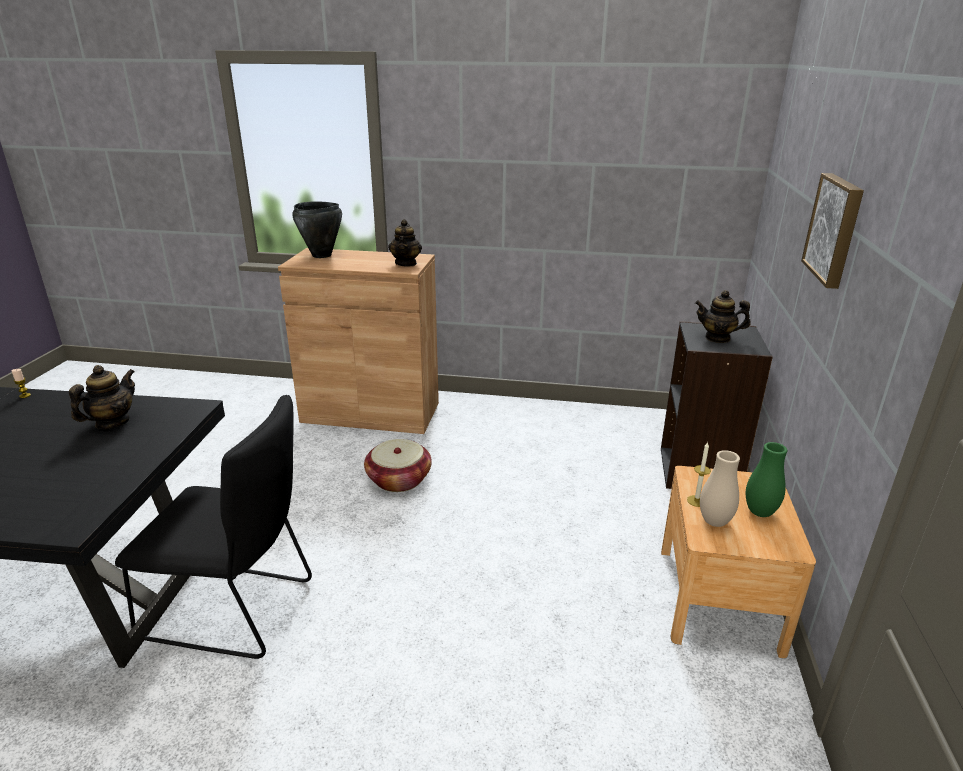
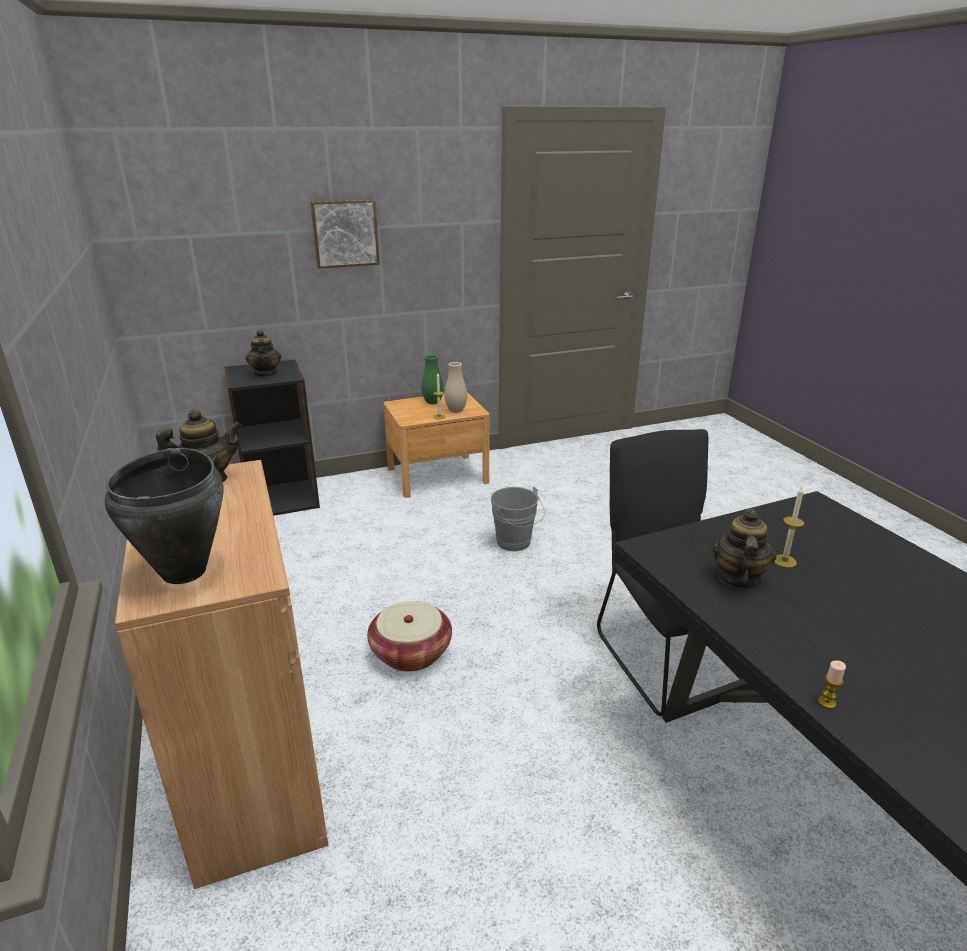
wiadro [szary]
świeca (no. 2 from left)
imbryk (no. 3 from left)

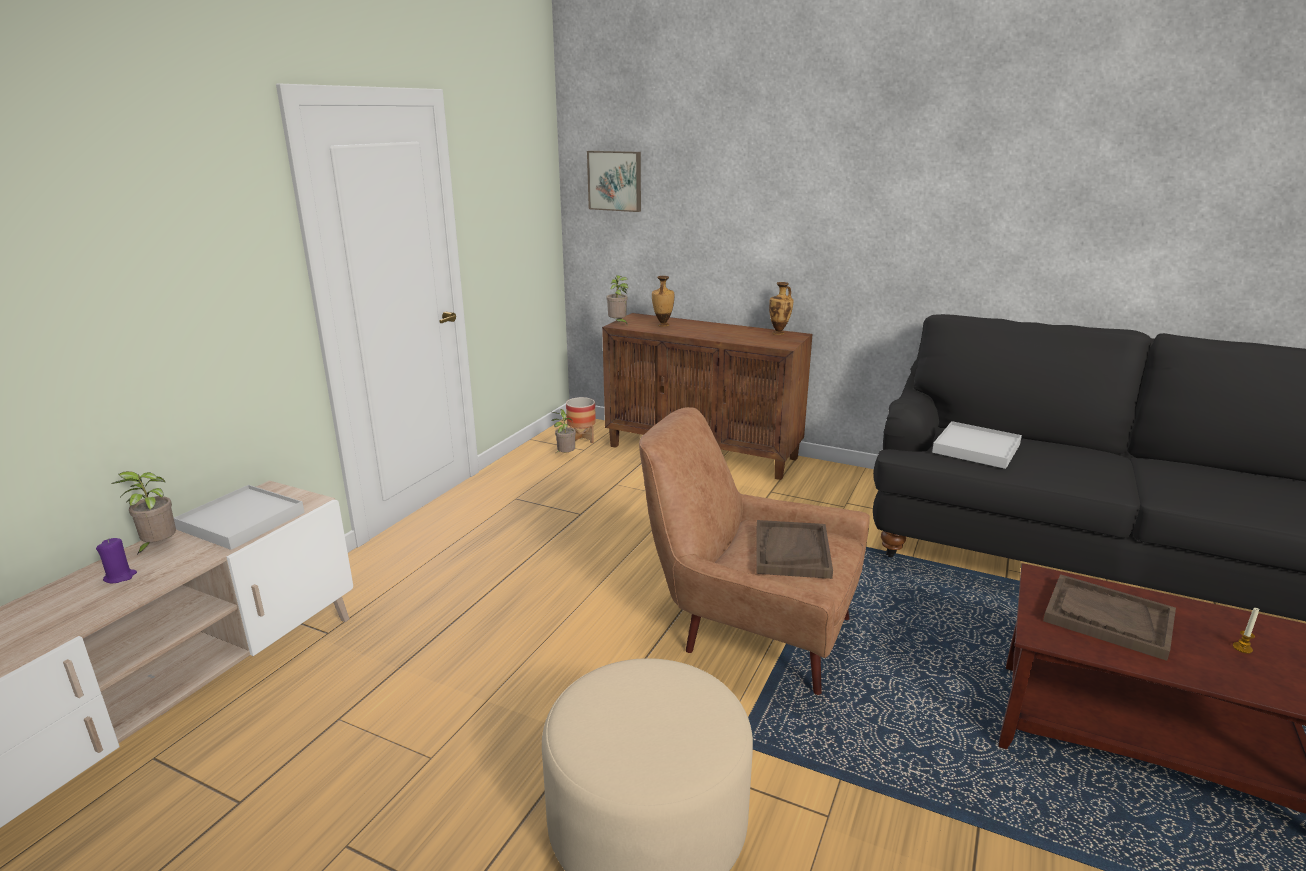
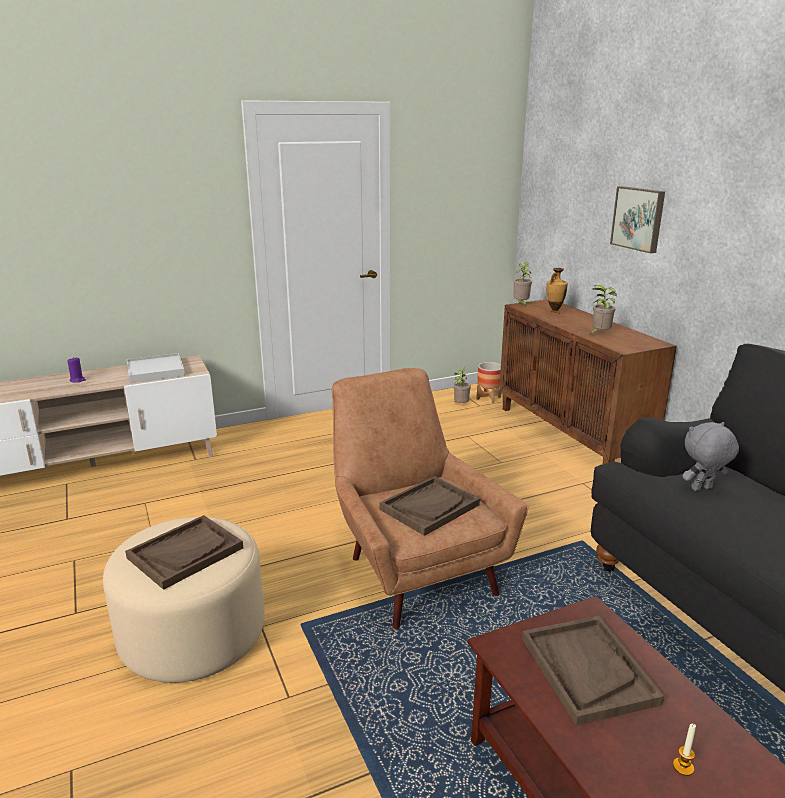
wazon (no. 2 from left in the first image)
taca [brązowy] (no. 1 from left)
roślina doniczkowa (no. 3 from left)
obraz
pluszak [szary]

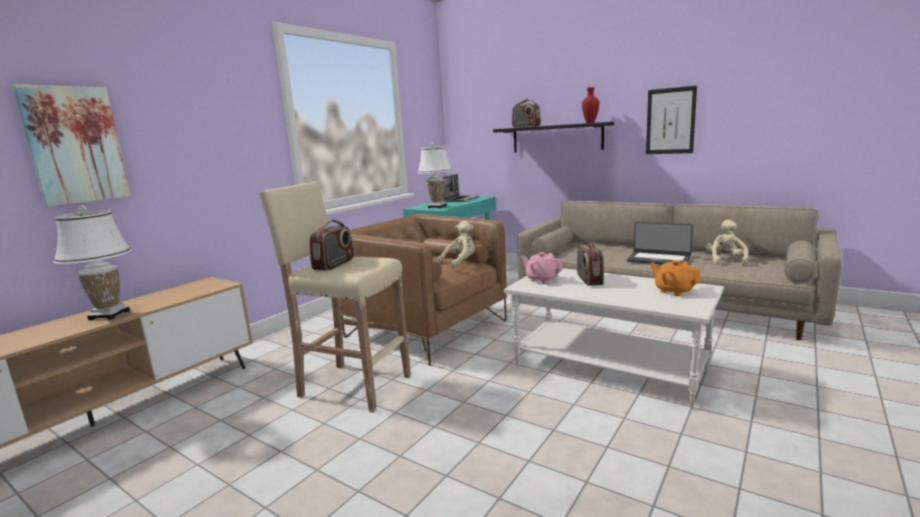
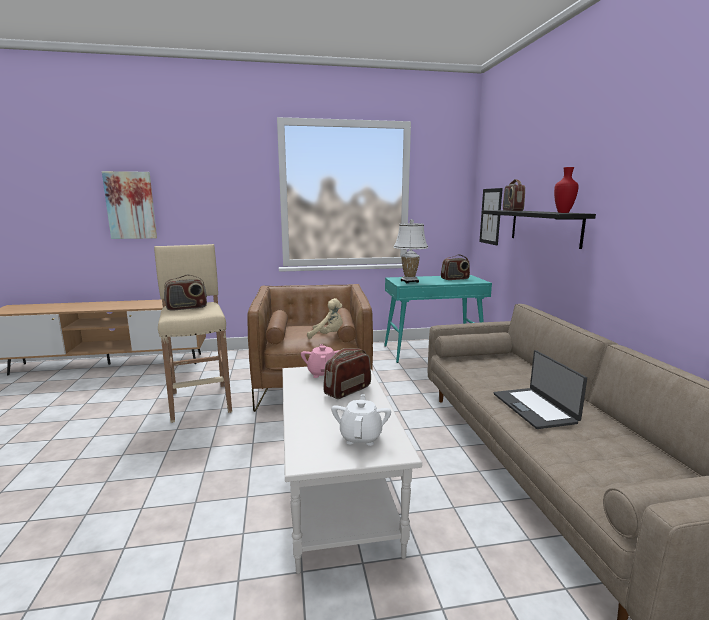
lampa stołowa [biały] (no. 1 from left in the first image)
pluszak [beżowy] (no. 2 from left in the first image)
obraz (no. 2 from left)
radio (no. 3 from left)
imbryk [biały]

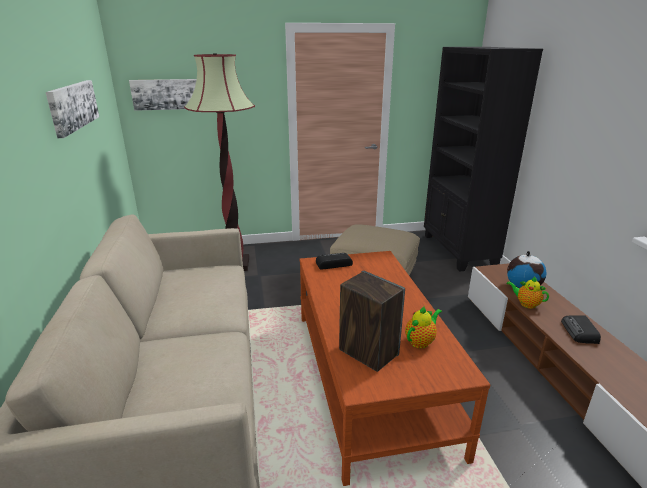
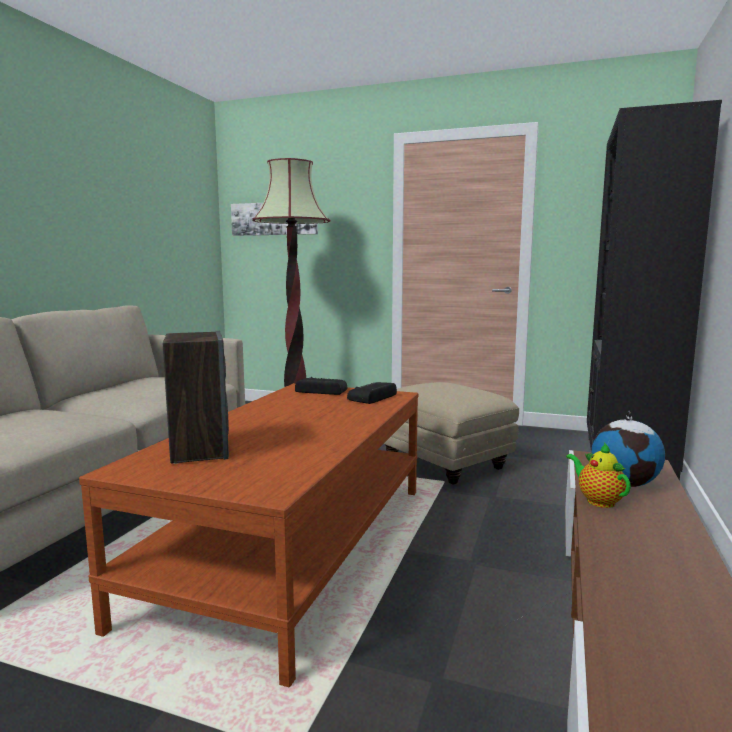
obraz (no. 1 from left in the first image)
imbryk (no. 1 from left in the first image)
radio (no. 2 from left)

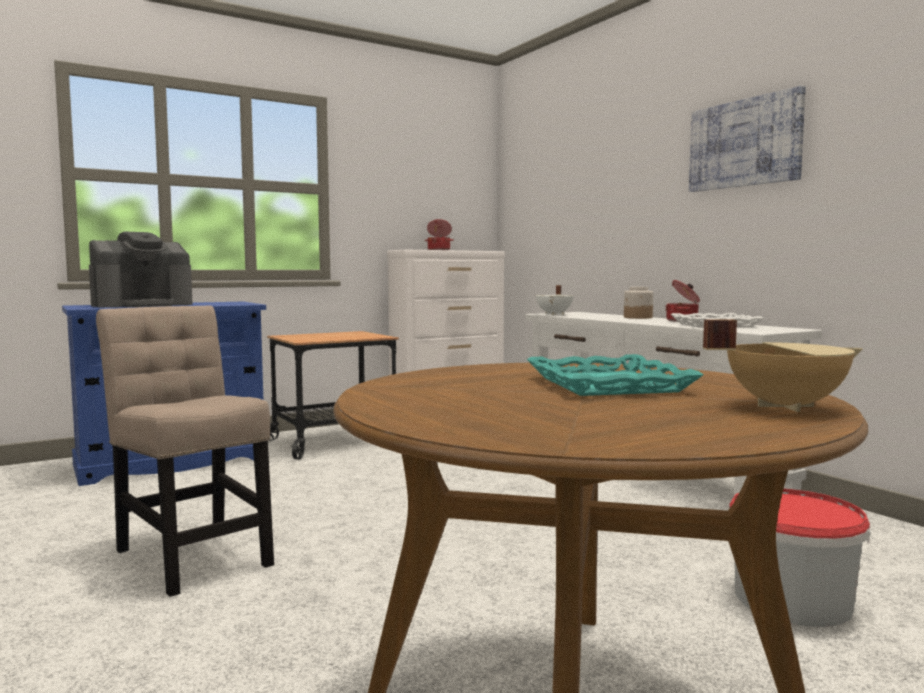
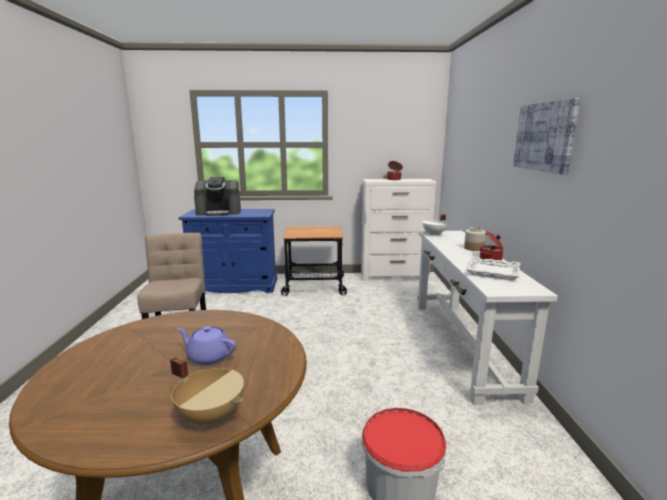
imbryk [fioletowy]

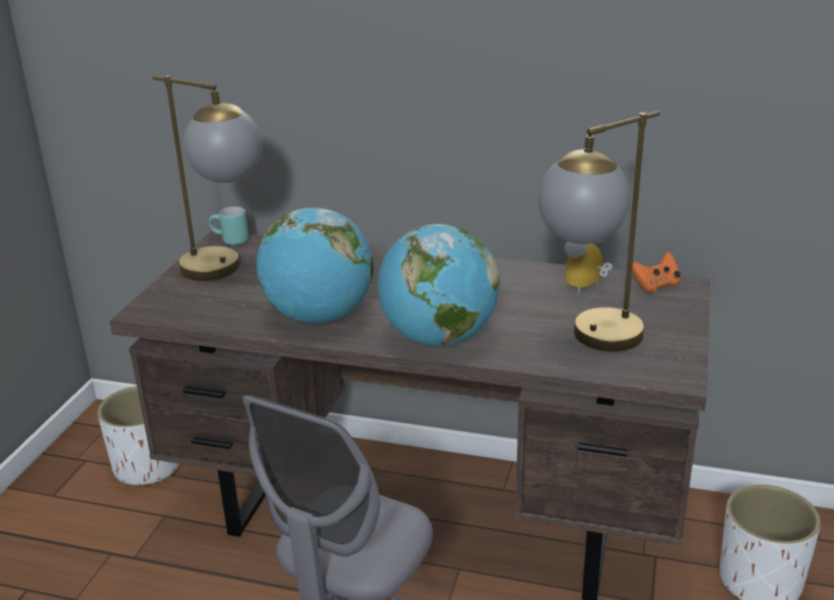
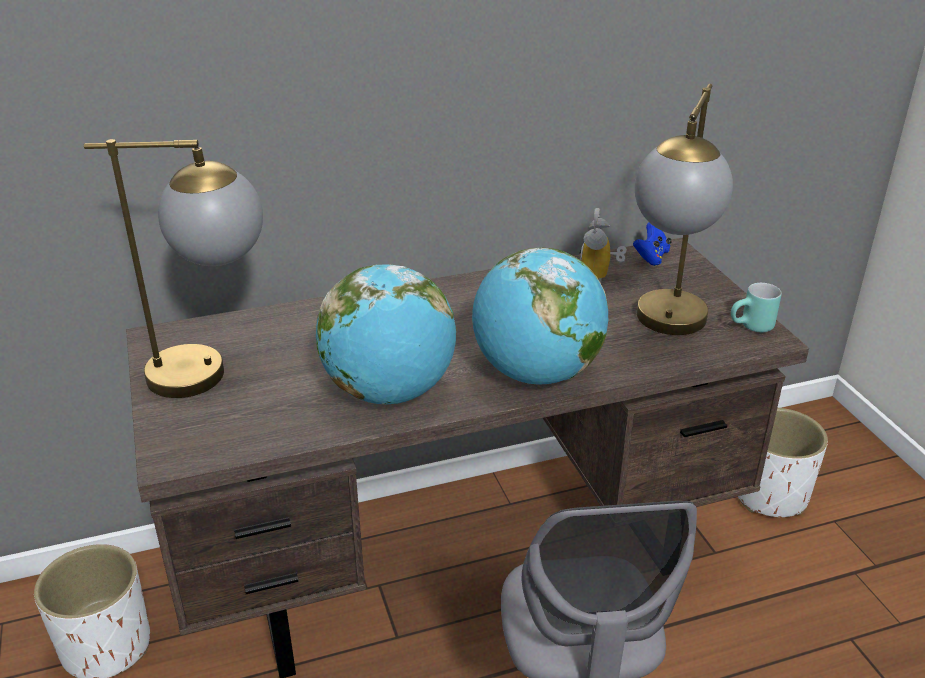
kubek [turkusowy]
pad do gier [niebieski]

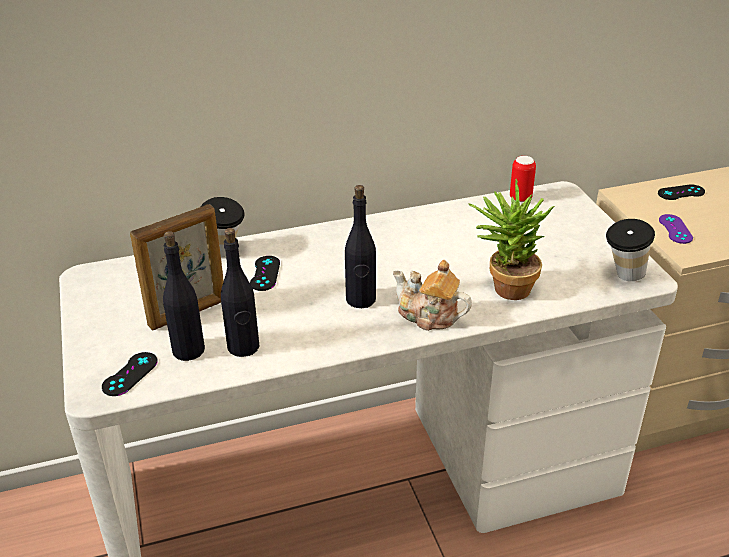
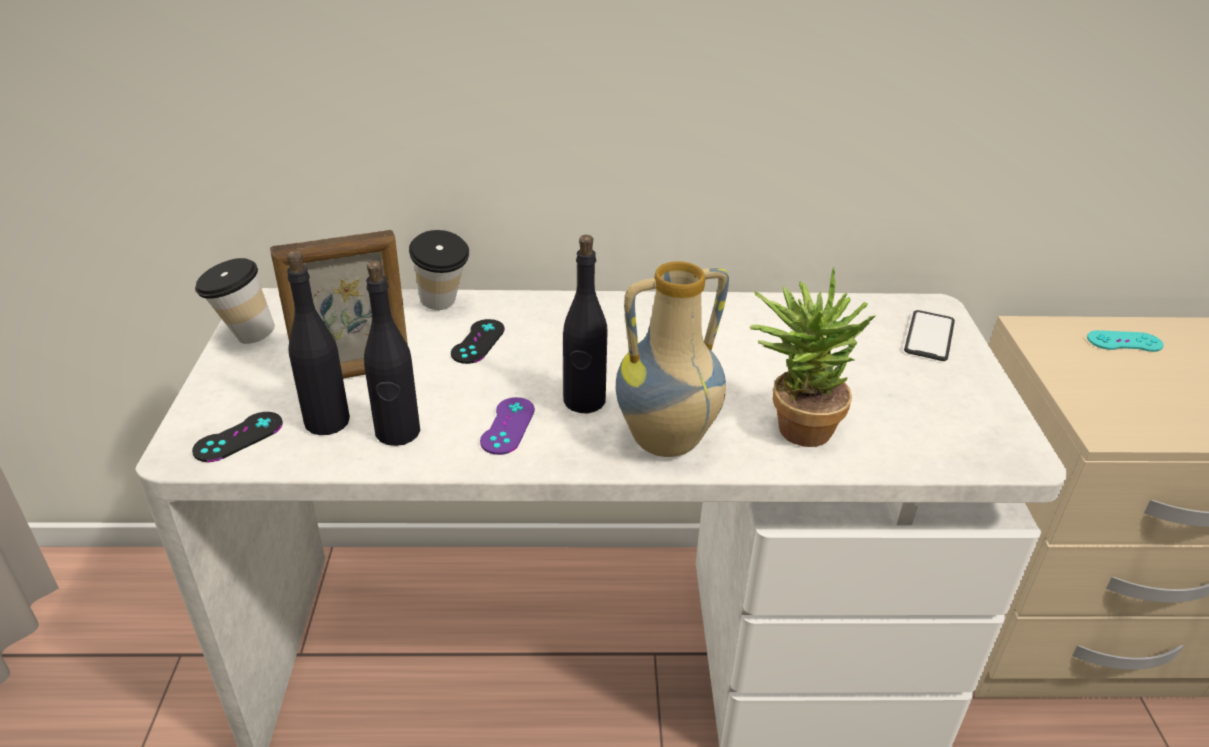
puszka
telefon
filiżanka (no. 1 from left)
pad do gier [fioletowy]
wazon
pad do gier [turkusowy]

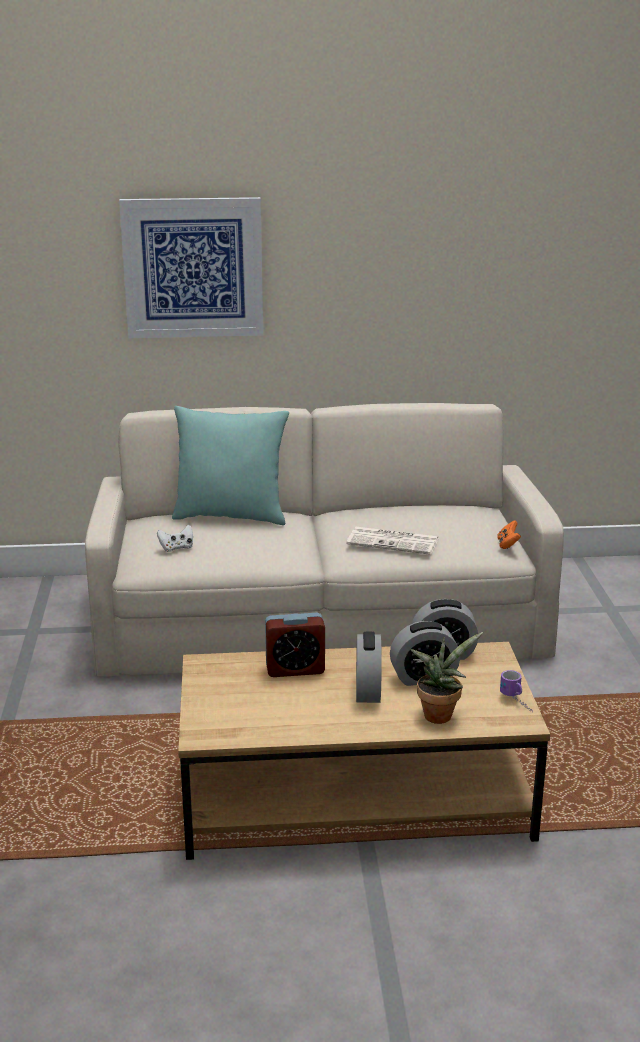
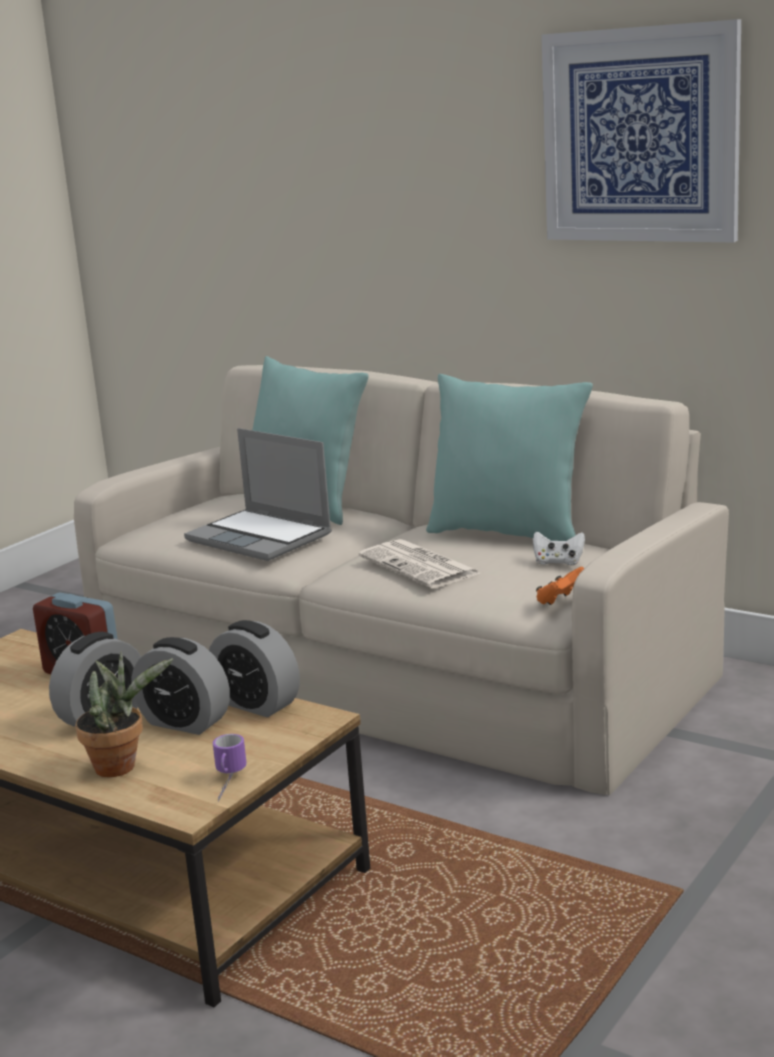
laptop
poduszka [turkusowy] (no. 2 from left)
obraz
pad do gier [biały]

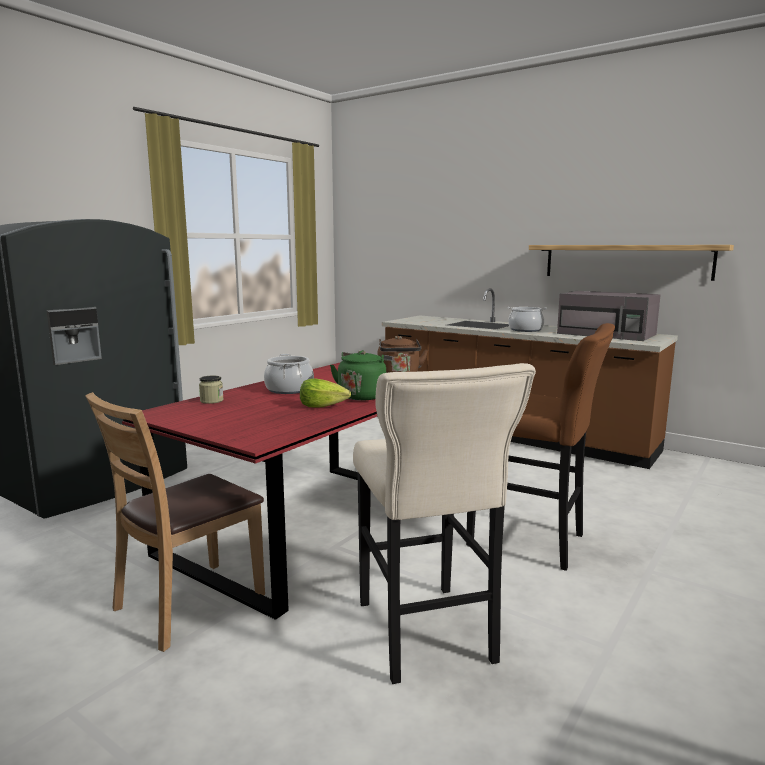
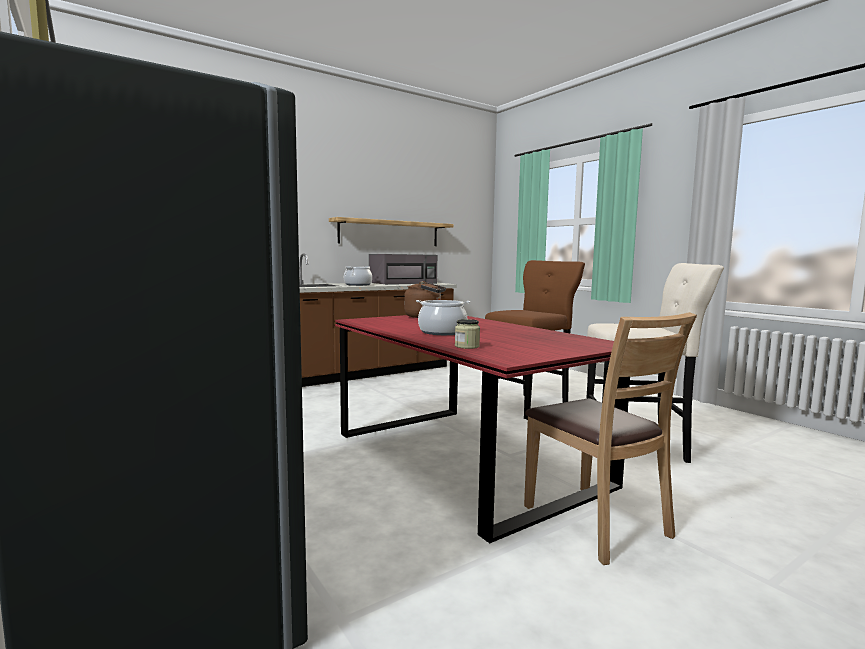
sałata
czajnik [zielony]

